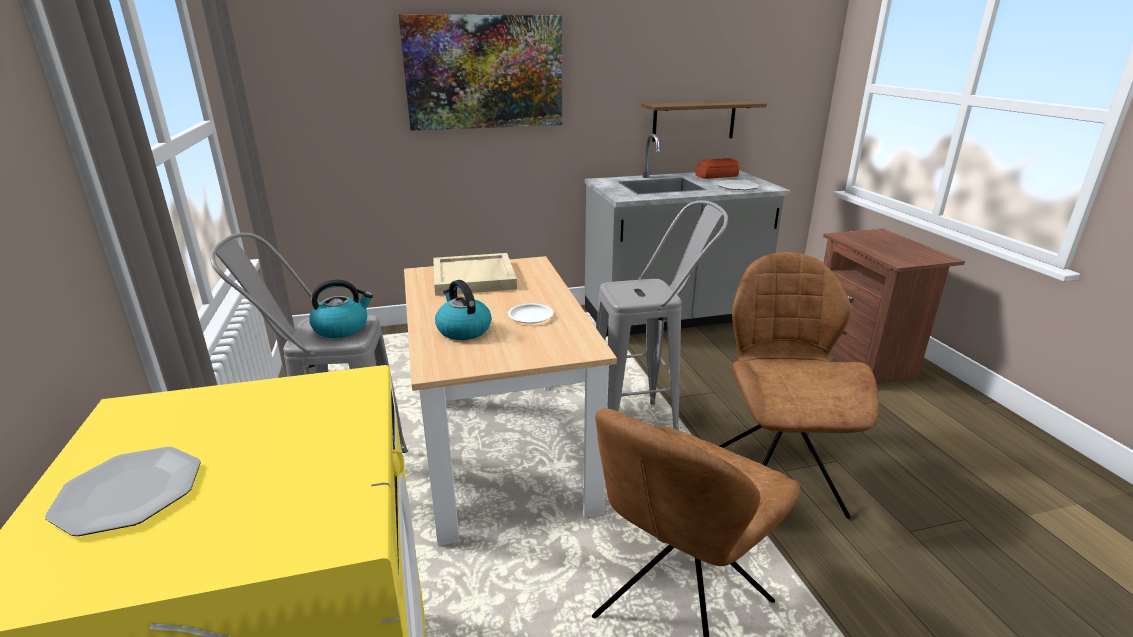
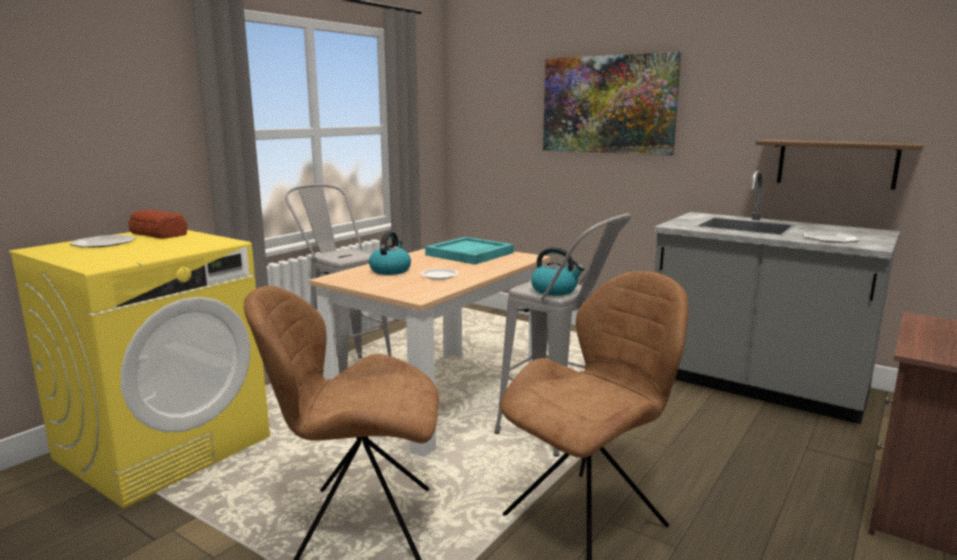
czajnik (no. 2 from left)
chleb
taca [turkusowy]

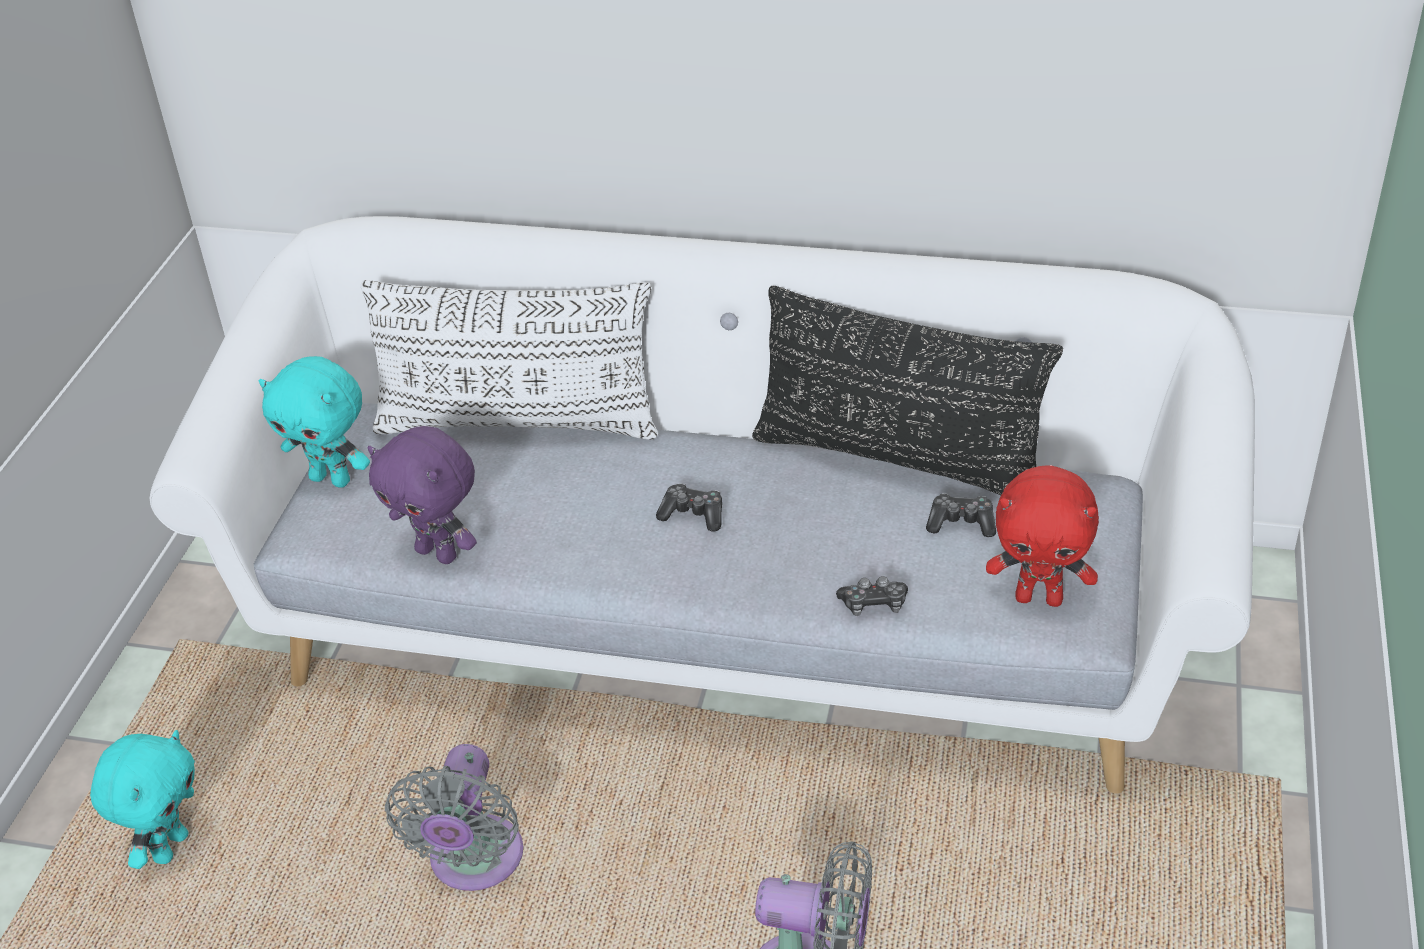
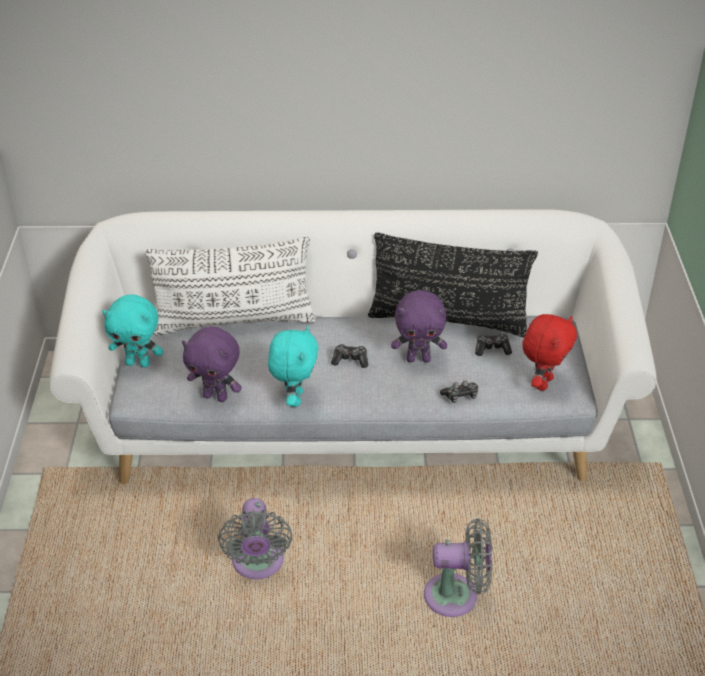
pluszak [fioletowy] (no. 2 from left)
pluszak [turkusowy] (no. 2 from left)
pluszak [czerwony]

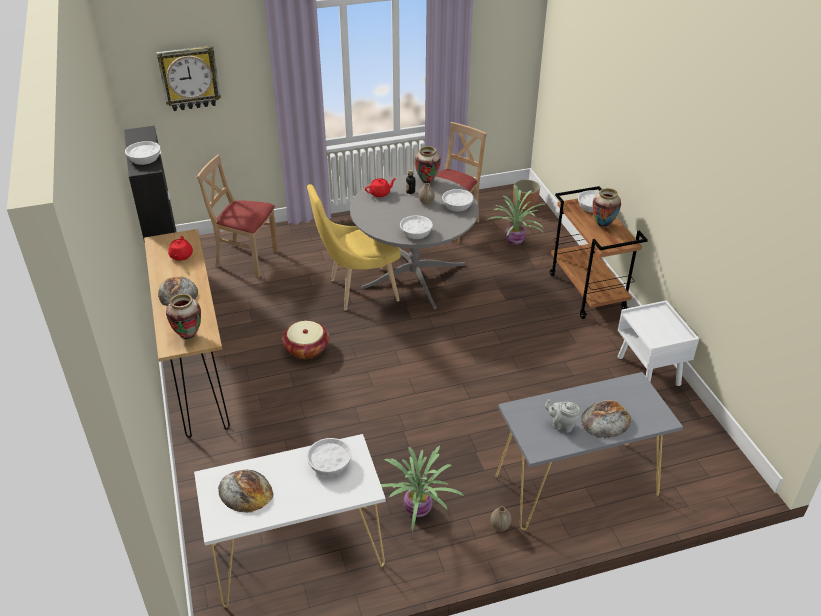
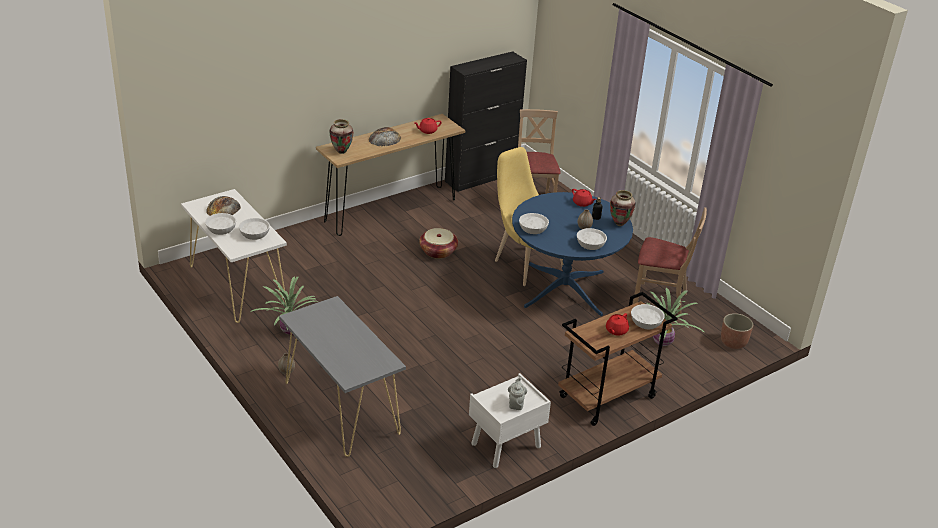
zegar ścienny
chleb (no. 3 from left in the first image)
miska [biały] (no. 1 from left)
imbryk [szary]
imbryk [czerwony] (no. 3 from left)
stół jadalny [niebieski]

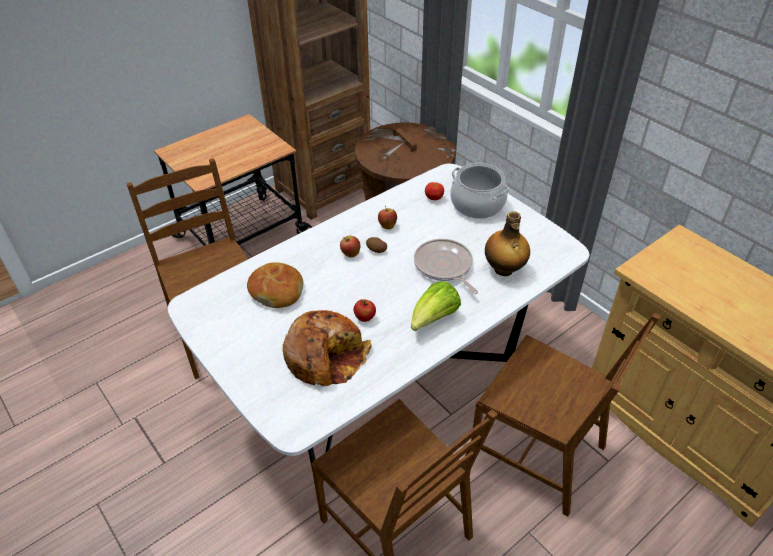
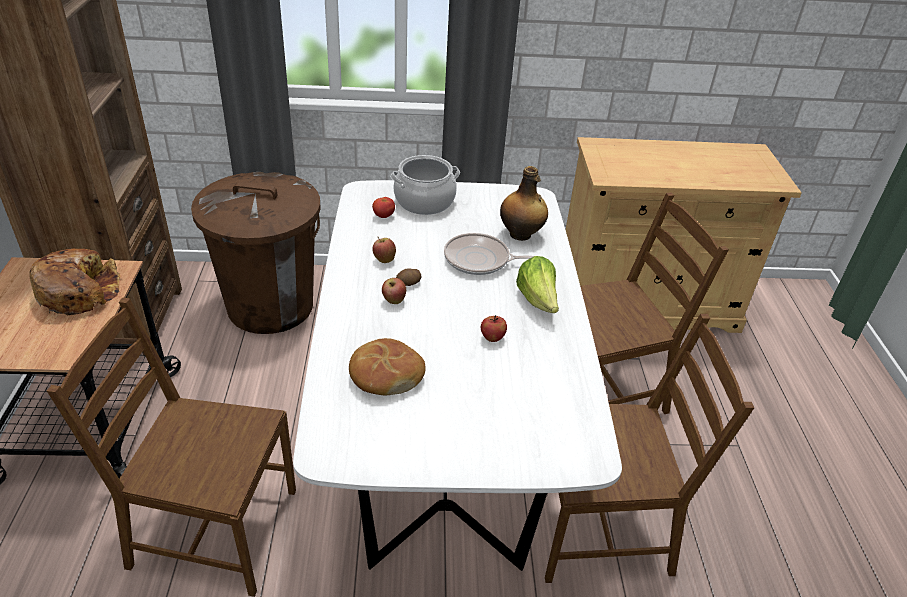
chleb (no. 1 from left)

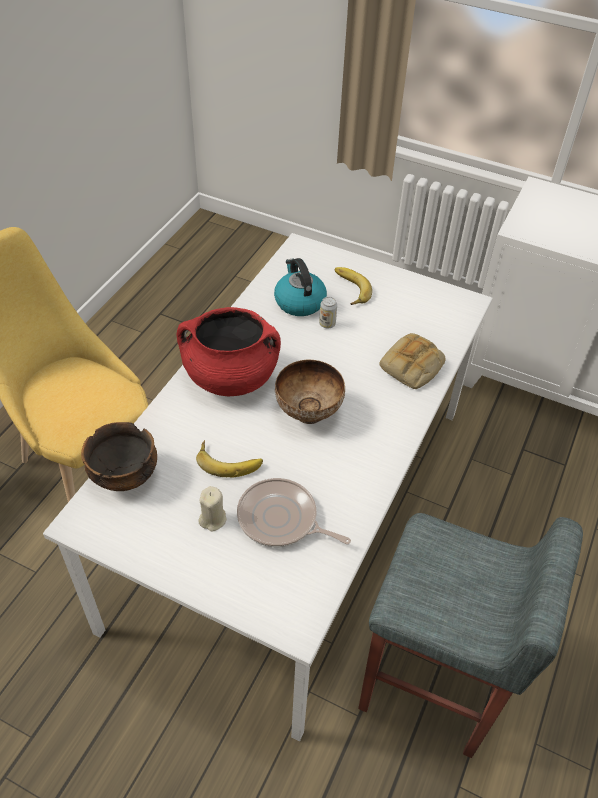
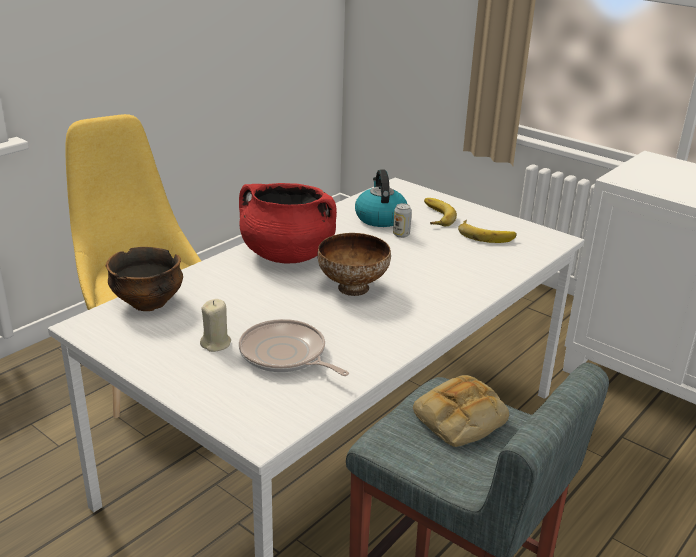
banan (no. 2 from left)
chleb

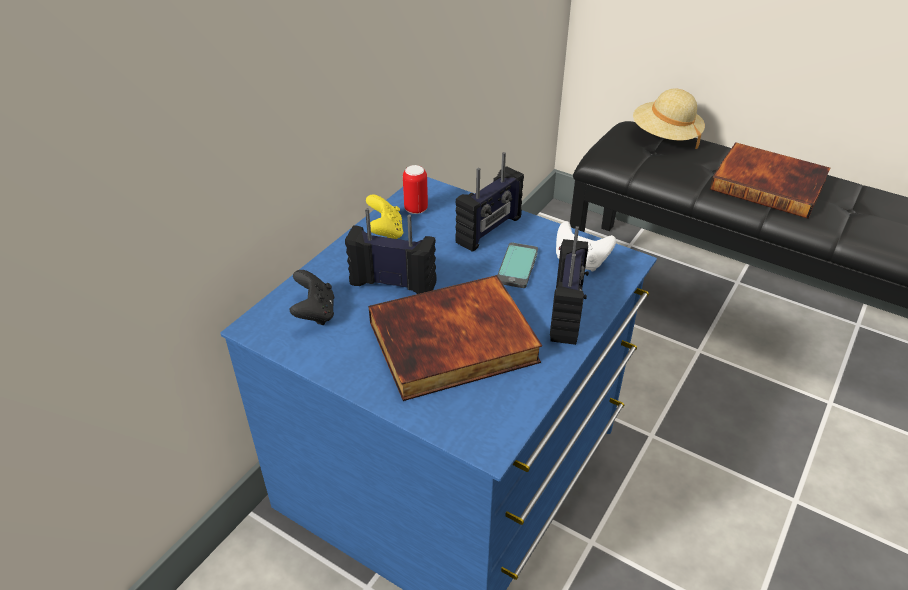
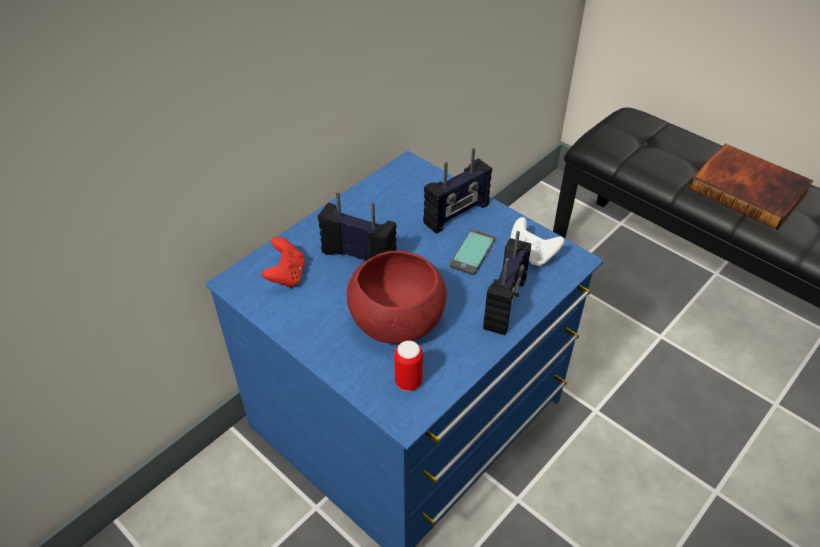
pad do gier [żółty]
kapelusz [beżowy]
puszka
miska [czerwony]
pad do gier [czerwony]

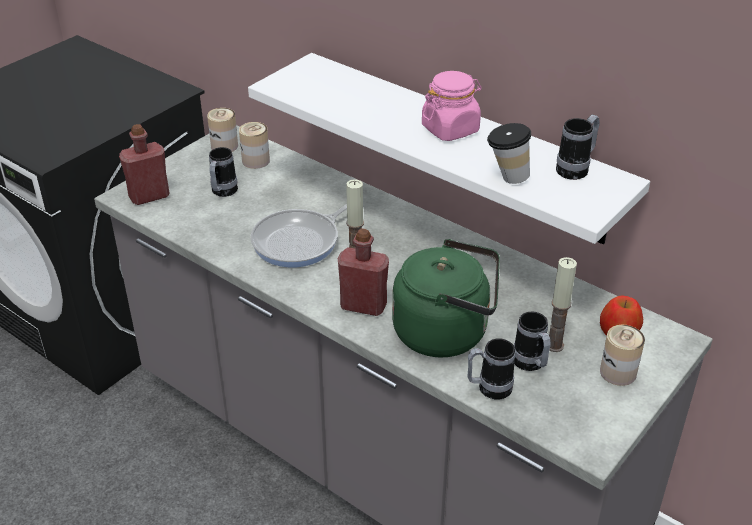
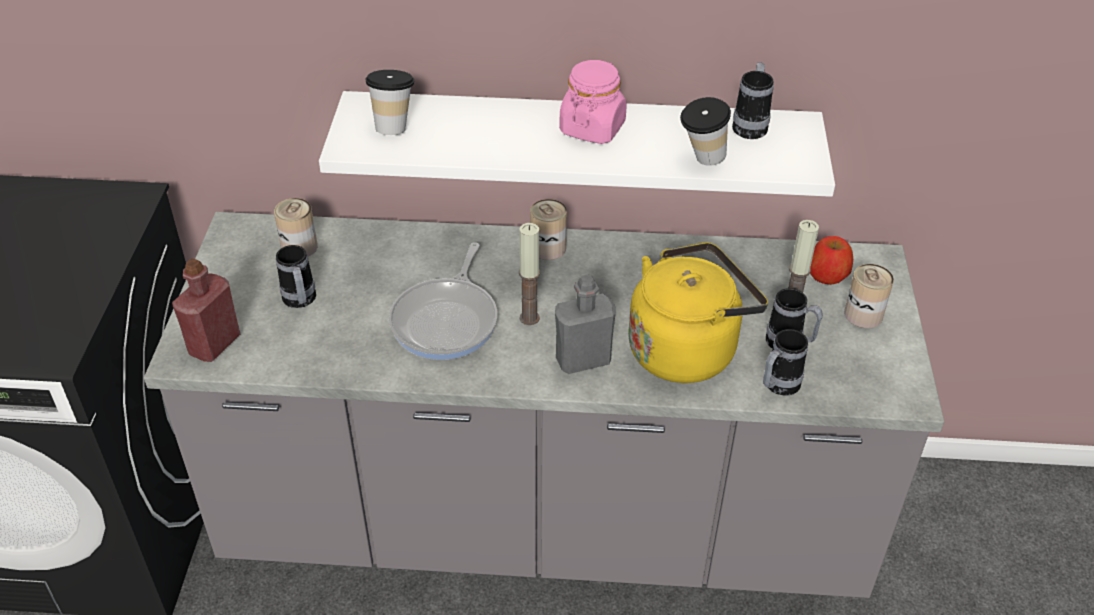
filiżanka (no. 1 from left)
puszka (no. 2 from left)
butelka [szary]
czajnik [żółty]

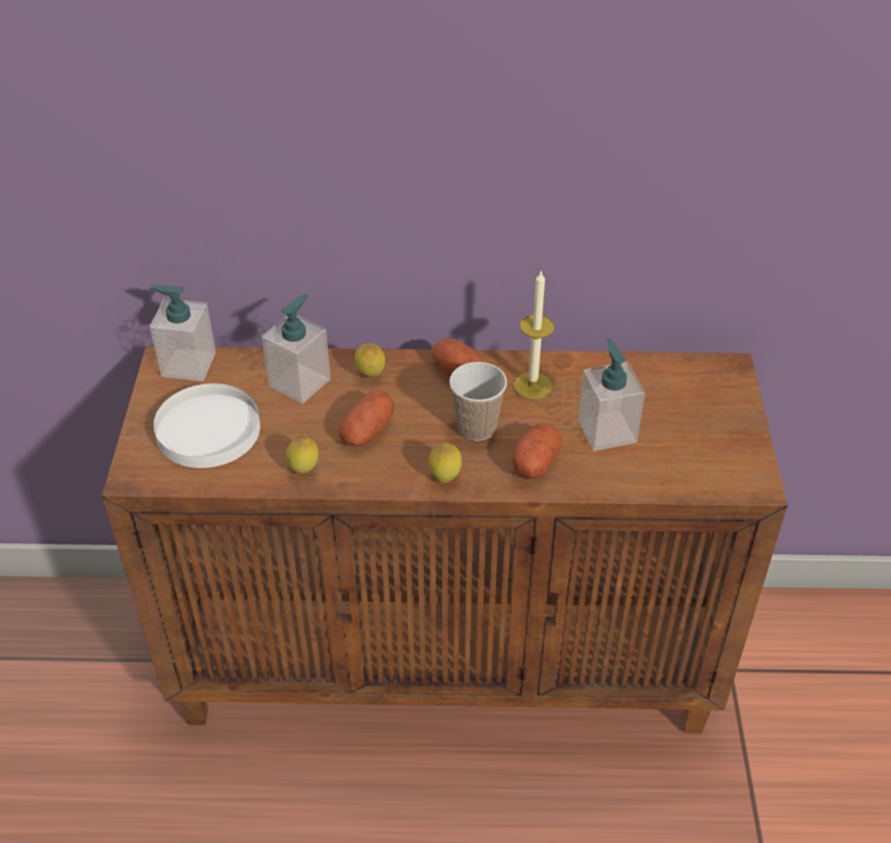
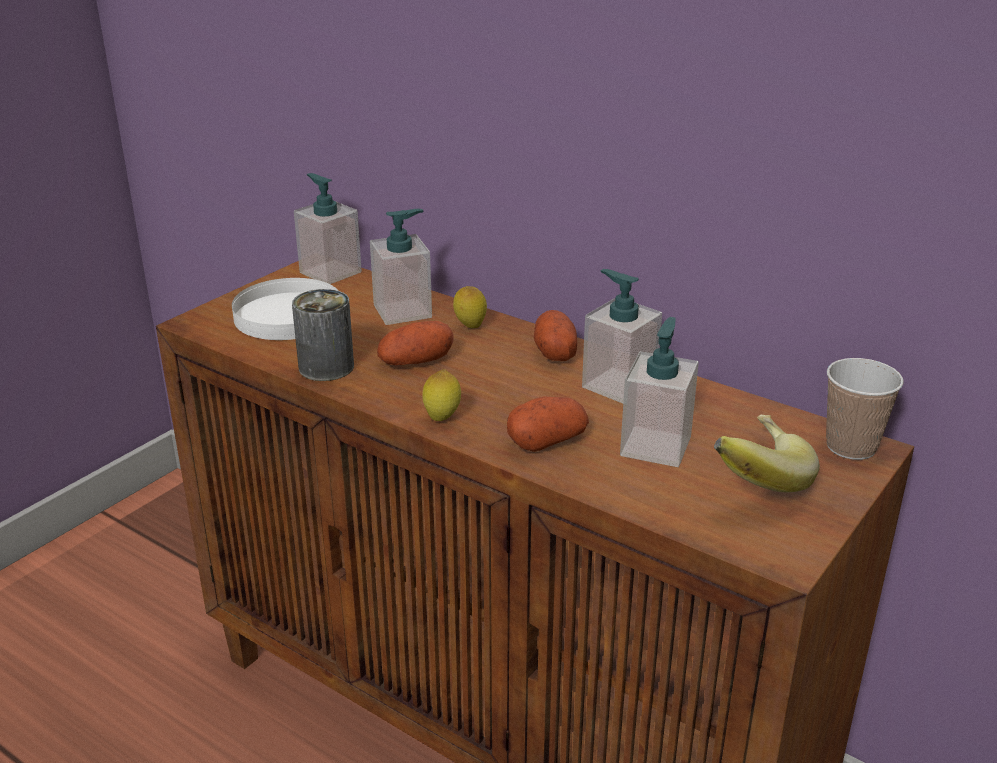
banan
filiżanka
puszka
dozownik mydła (no. 3 from left)

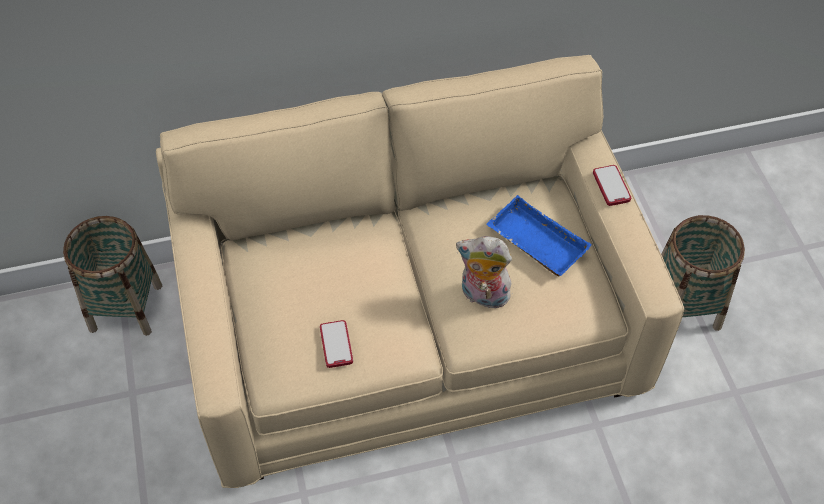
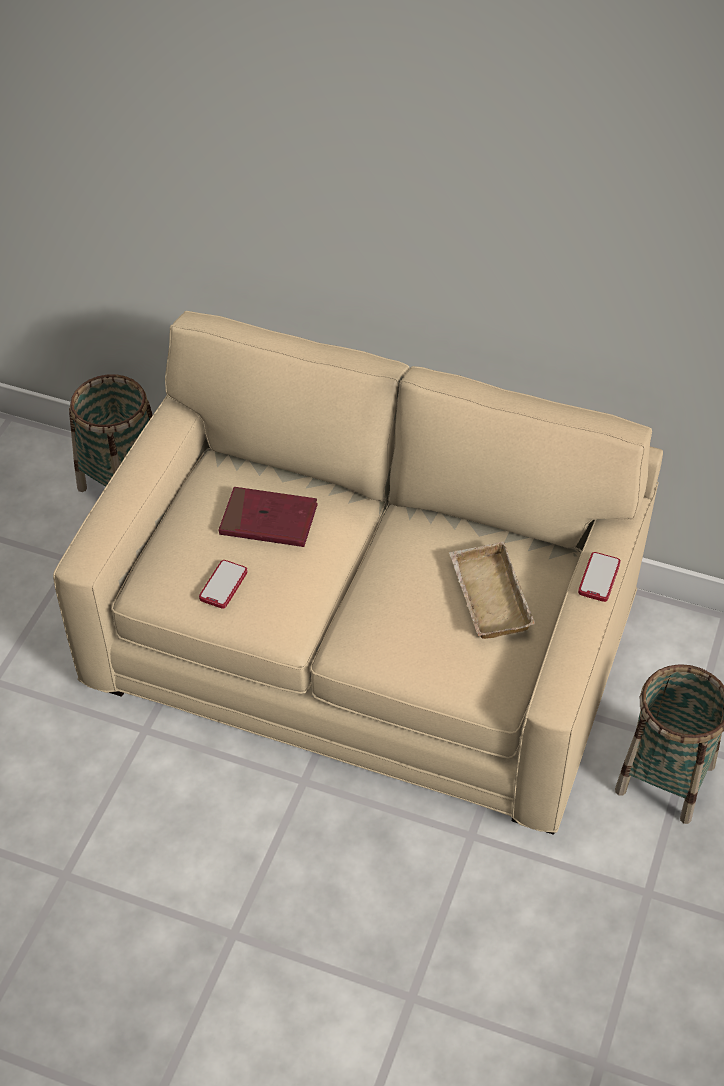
pluszak
książka [czerwony]
taca [beżowy]

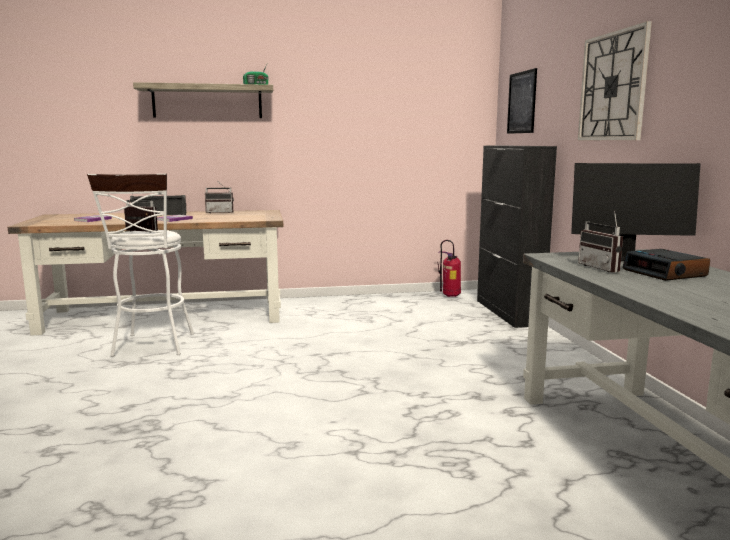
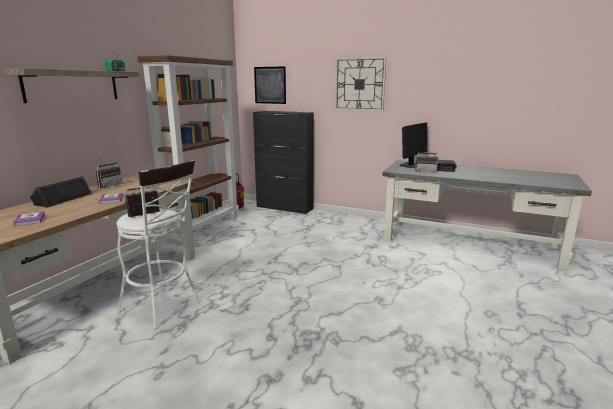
regał [brązowy]

